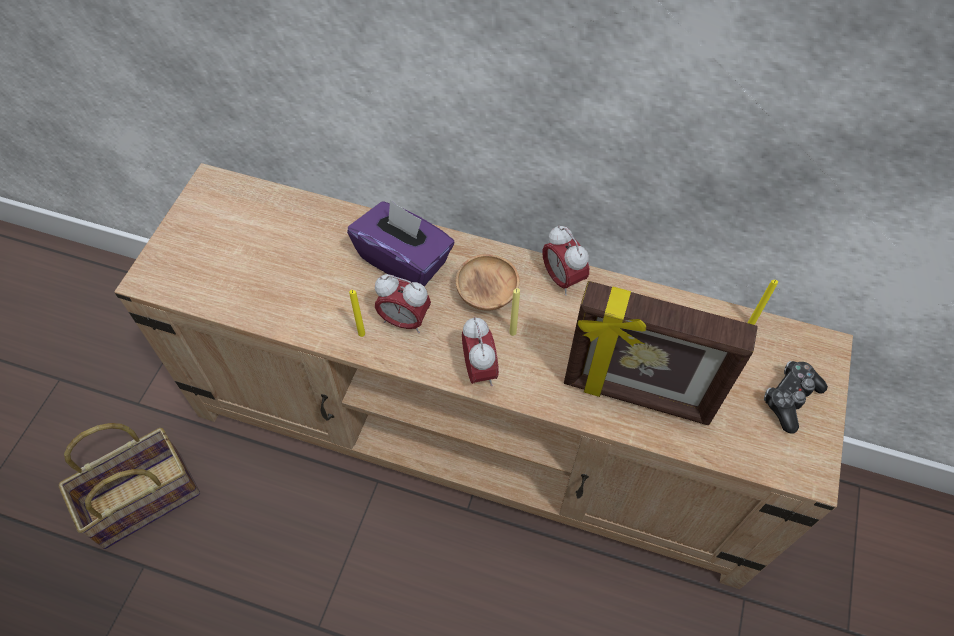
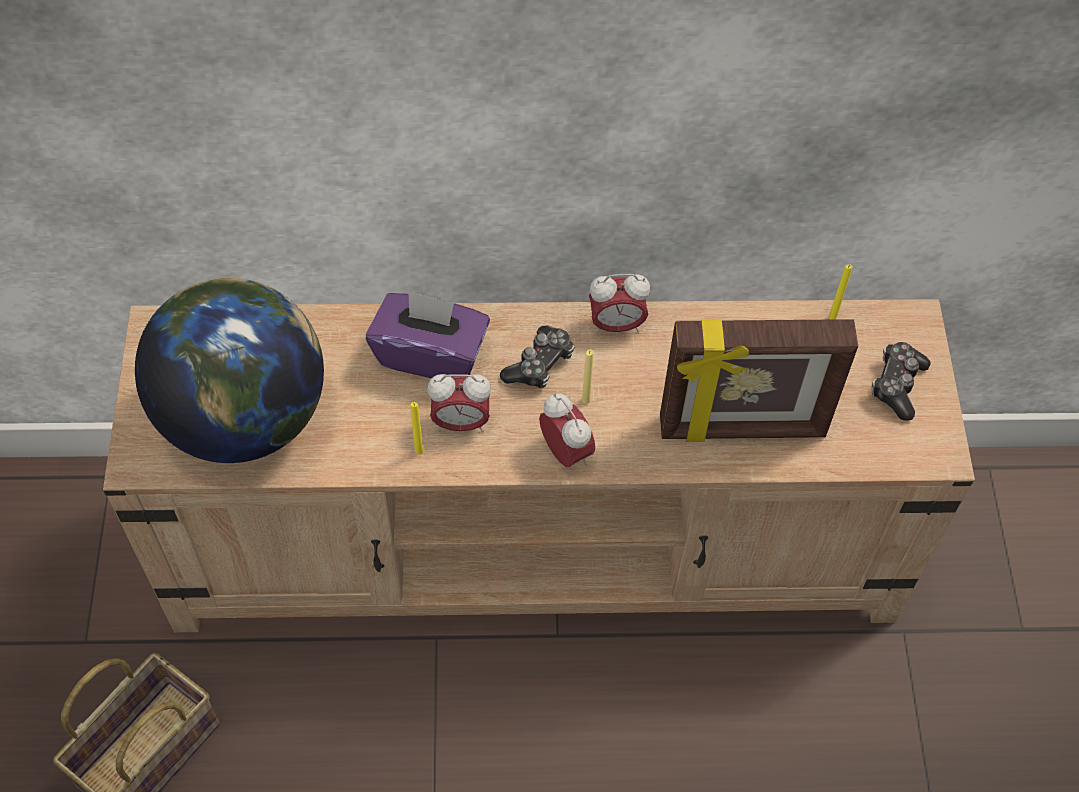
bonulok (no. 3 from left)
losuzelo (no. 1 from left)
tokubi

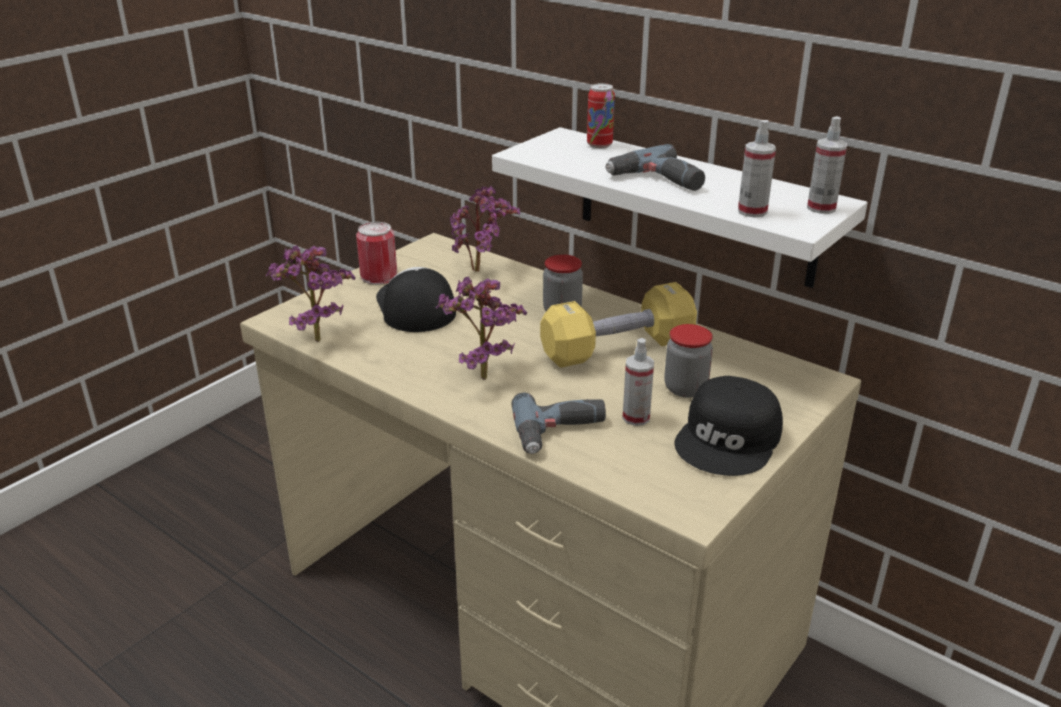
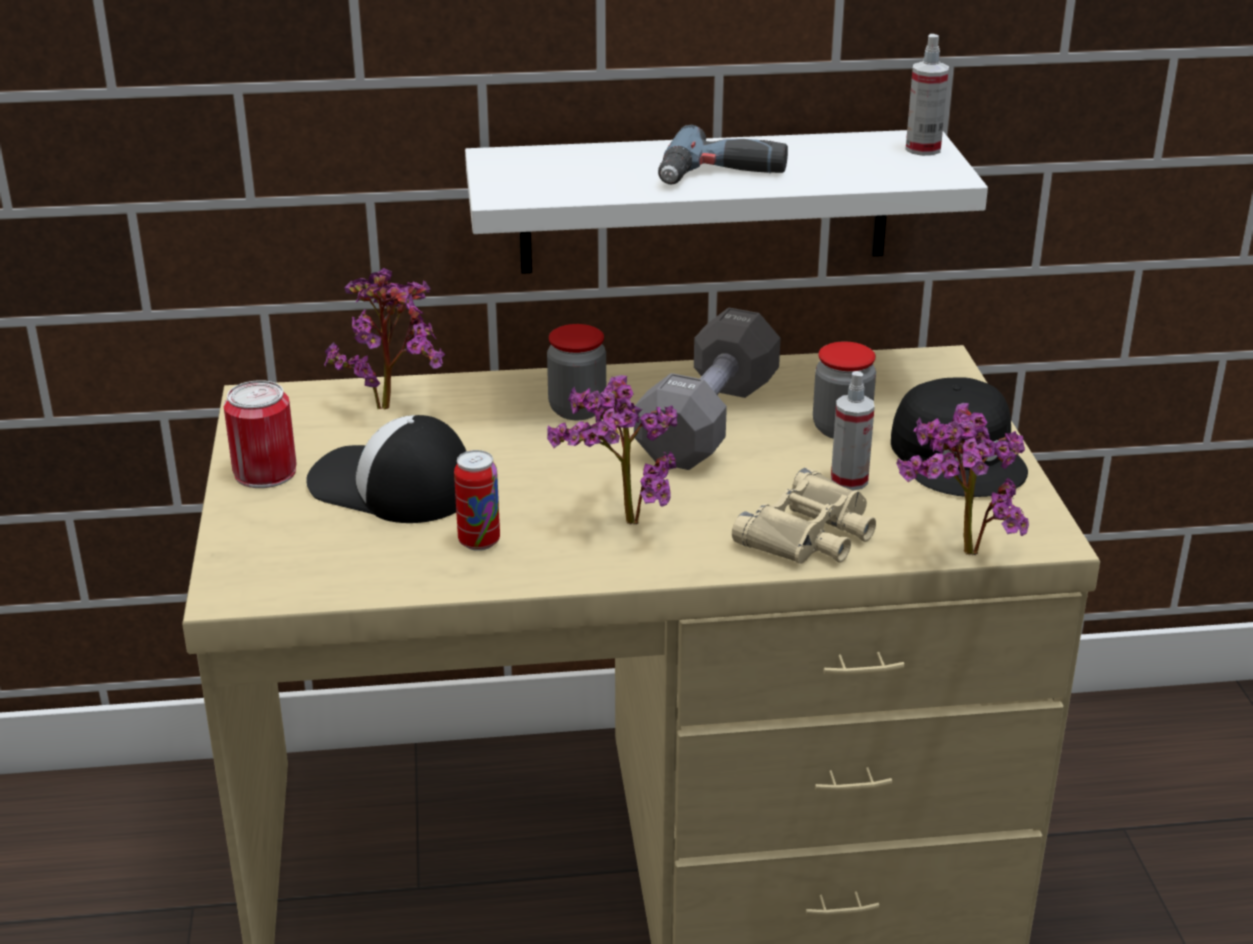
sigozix (no. 2 from left)
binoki (no. 2 from left in the first image)
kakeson (no. 3 from left)
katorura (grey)
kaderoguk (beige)

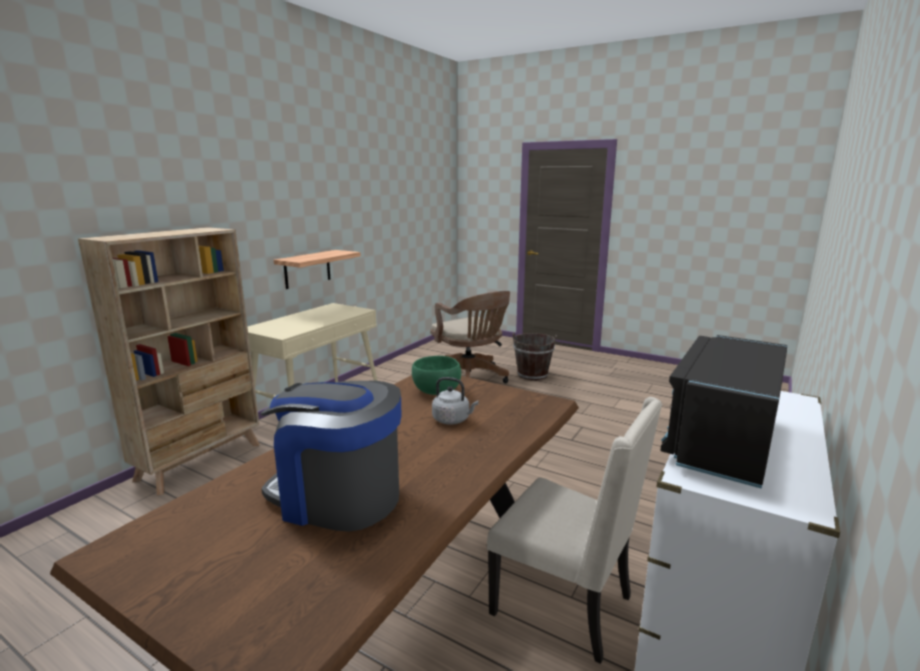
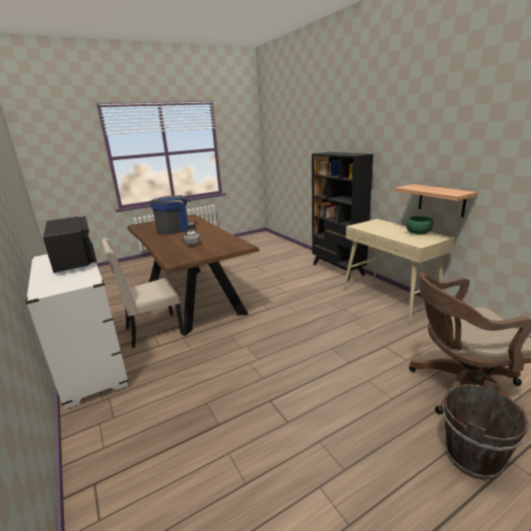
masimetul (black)
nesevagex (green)

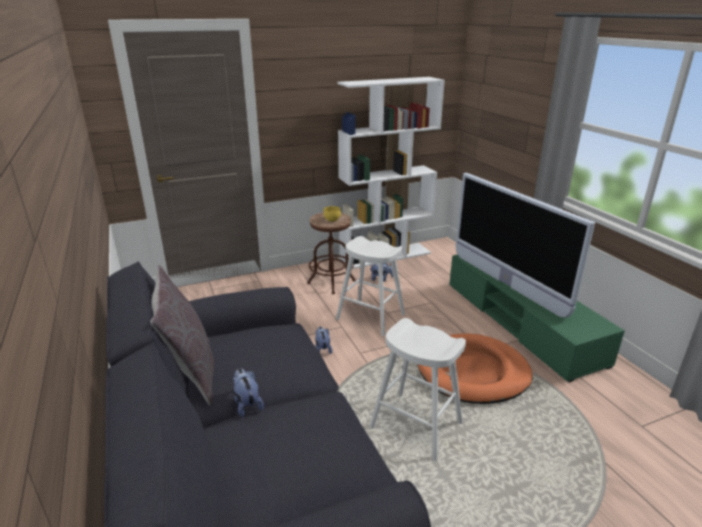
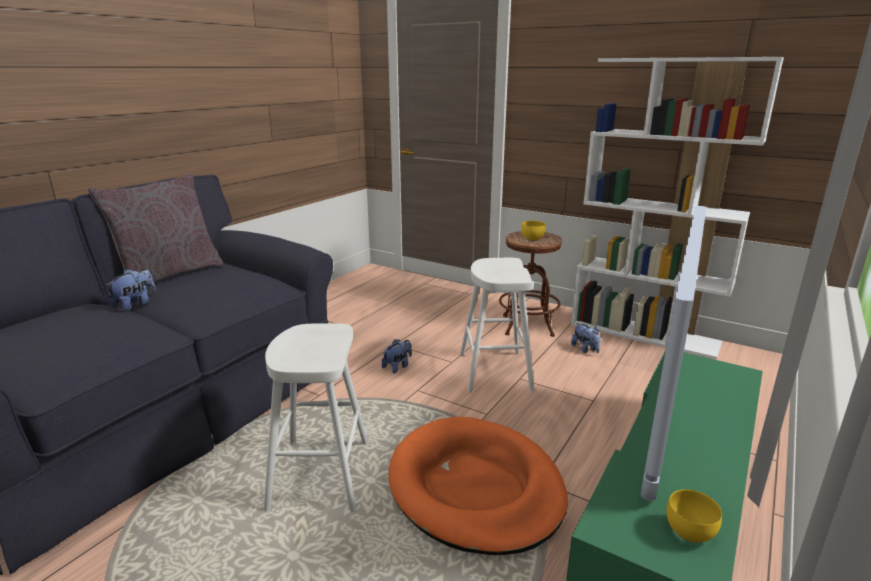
nesevagex (yellow) (no. 2 from left)

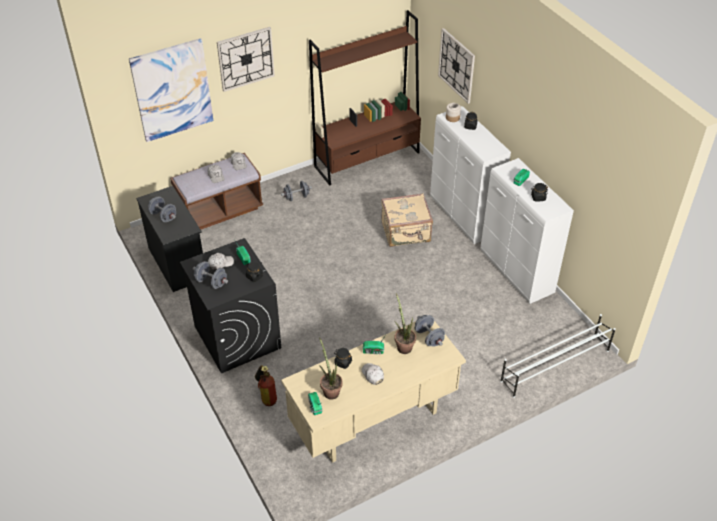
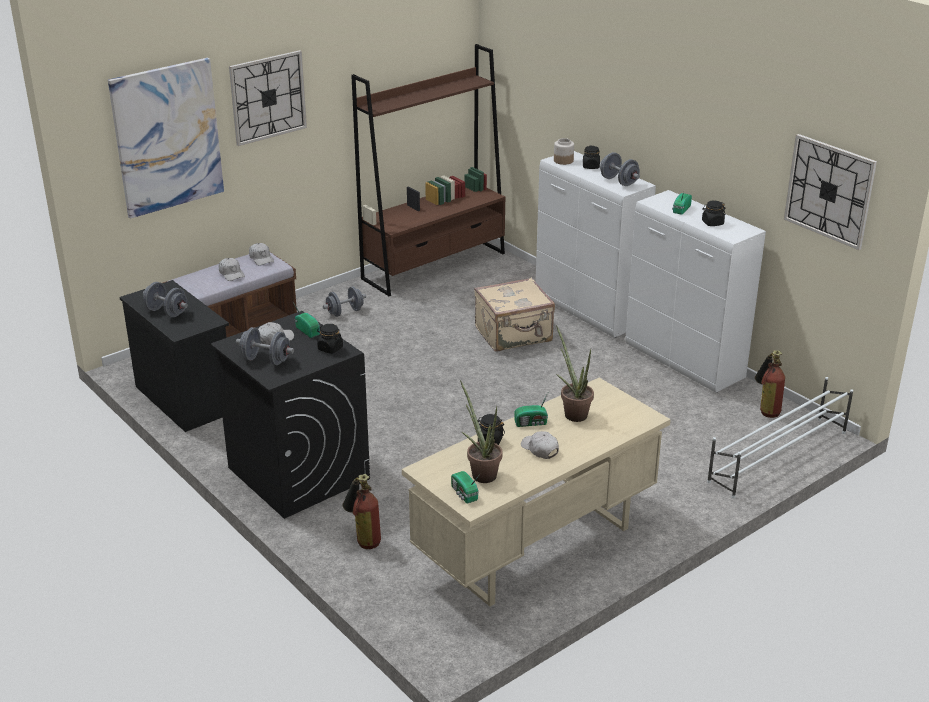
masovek (no. 2 from left)
katorura (grey) (no. 4 from left)
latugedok (no. 2 from left)

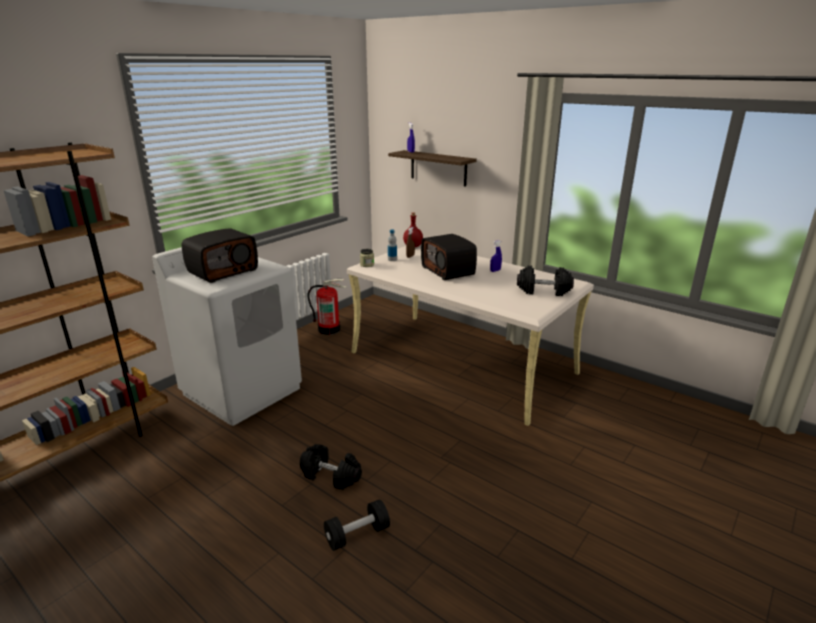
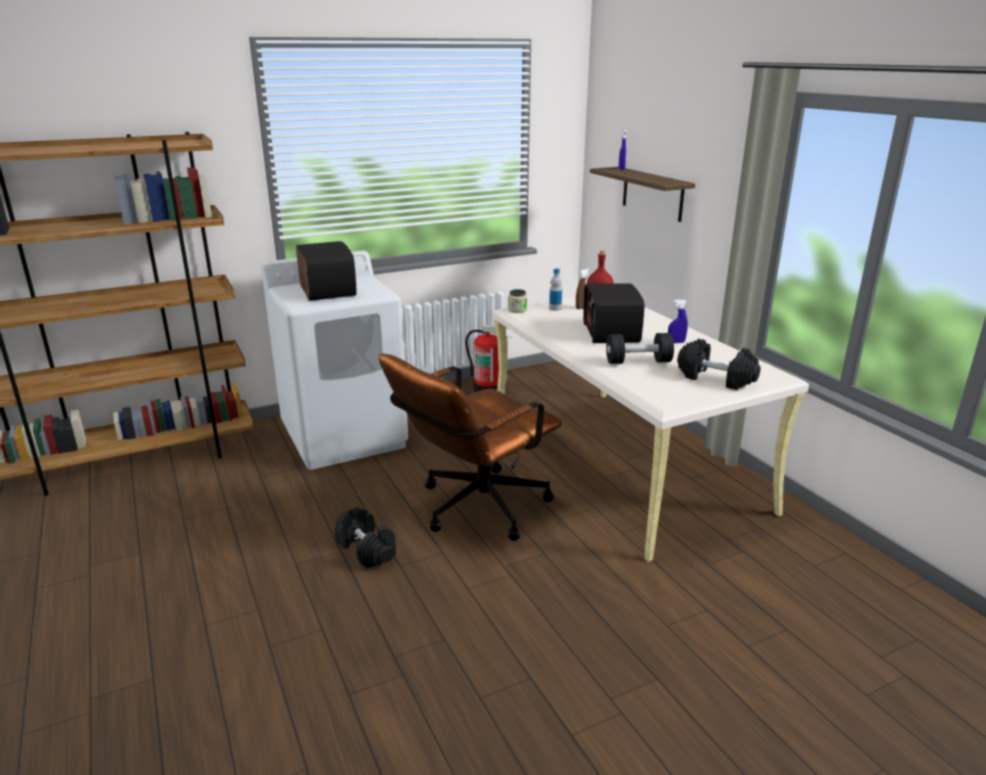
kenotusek (no. 1 from left)
katorura (black) (no. 2 from left)
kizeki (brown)

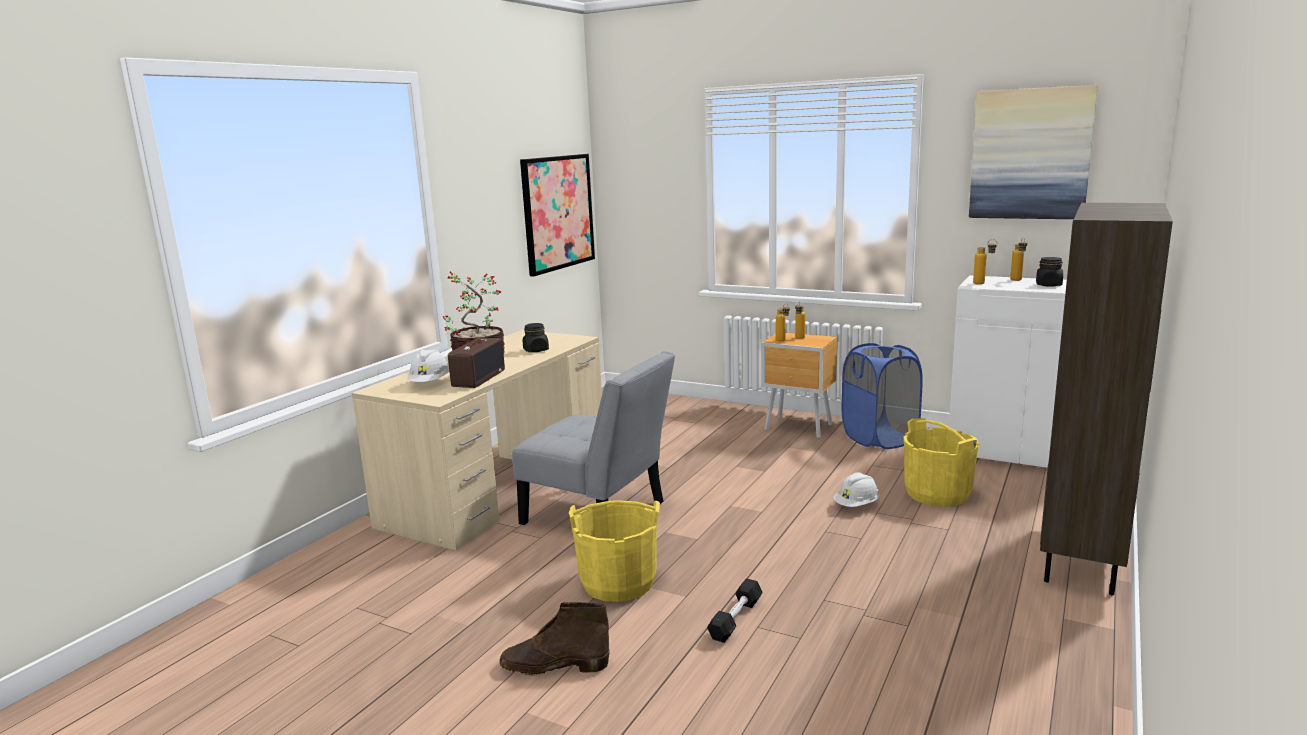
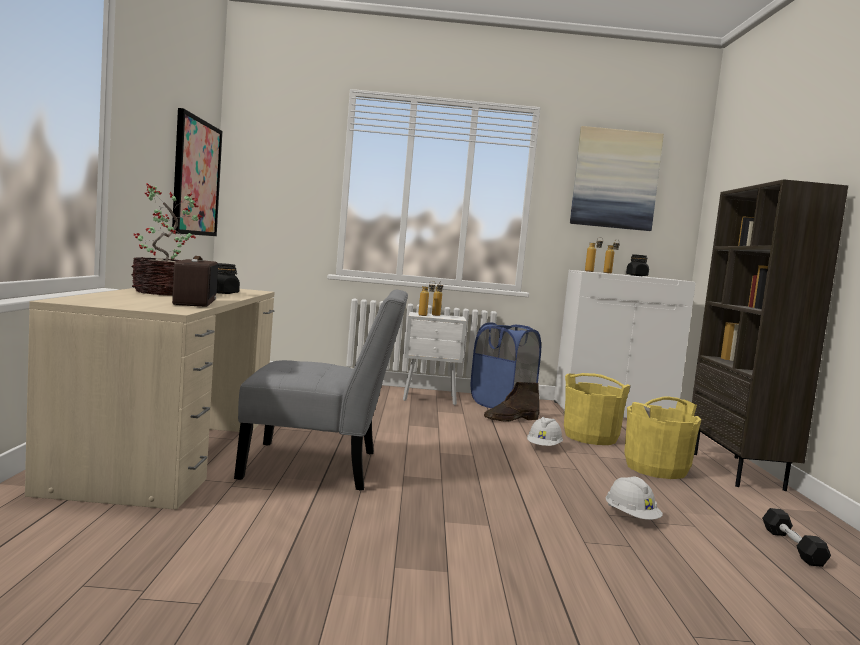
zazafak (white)
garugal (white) (no. 2 from left)
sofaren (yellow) (no. 2 from left)
katorura (black)
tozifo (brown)

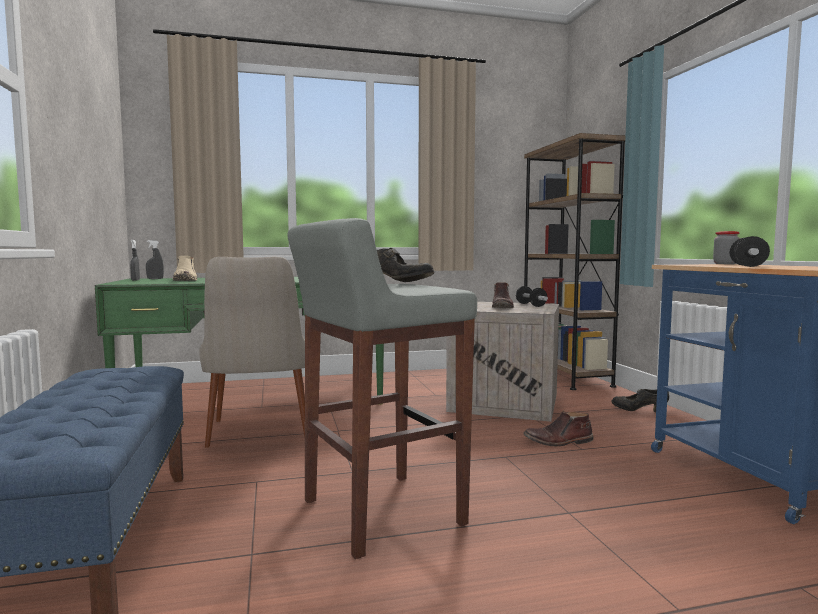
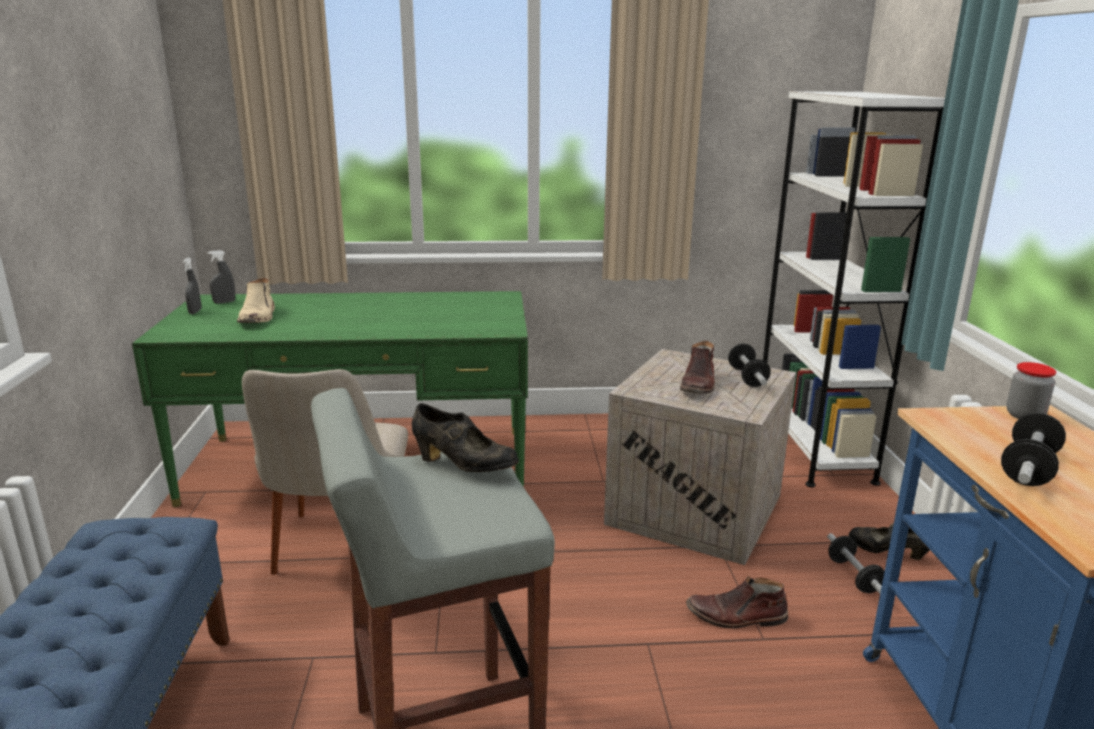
masimetul (white)
katorura (no. 2 from left)

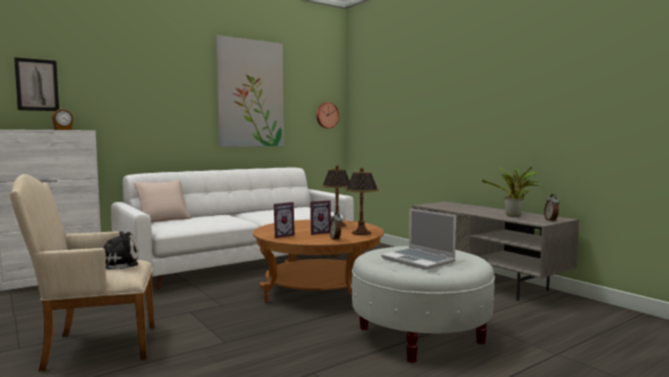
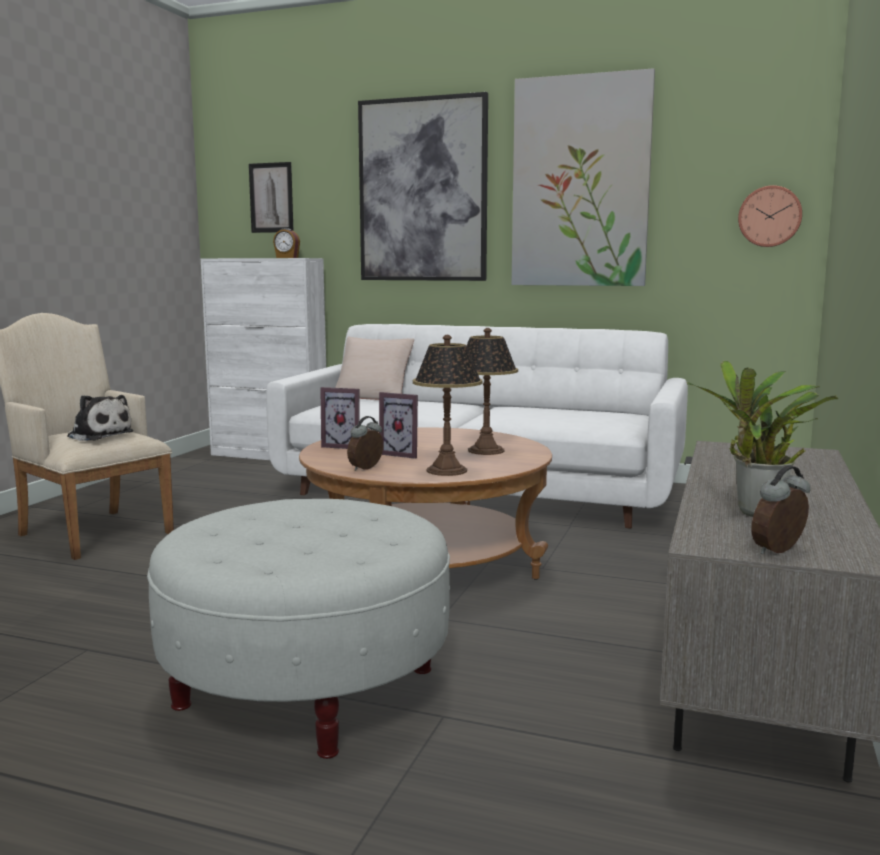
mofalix
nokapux (no. 2 from left)

